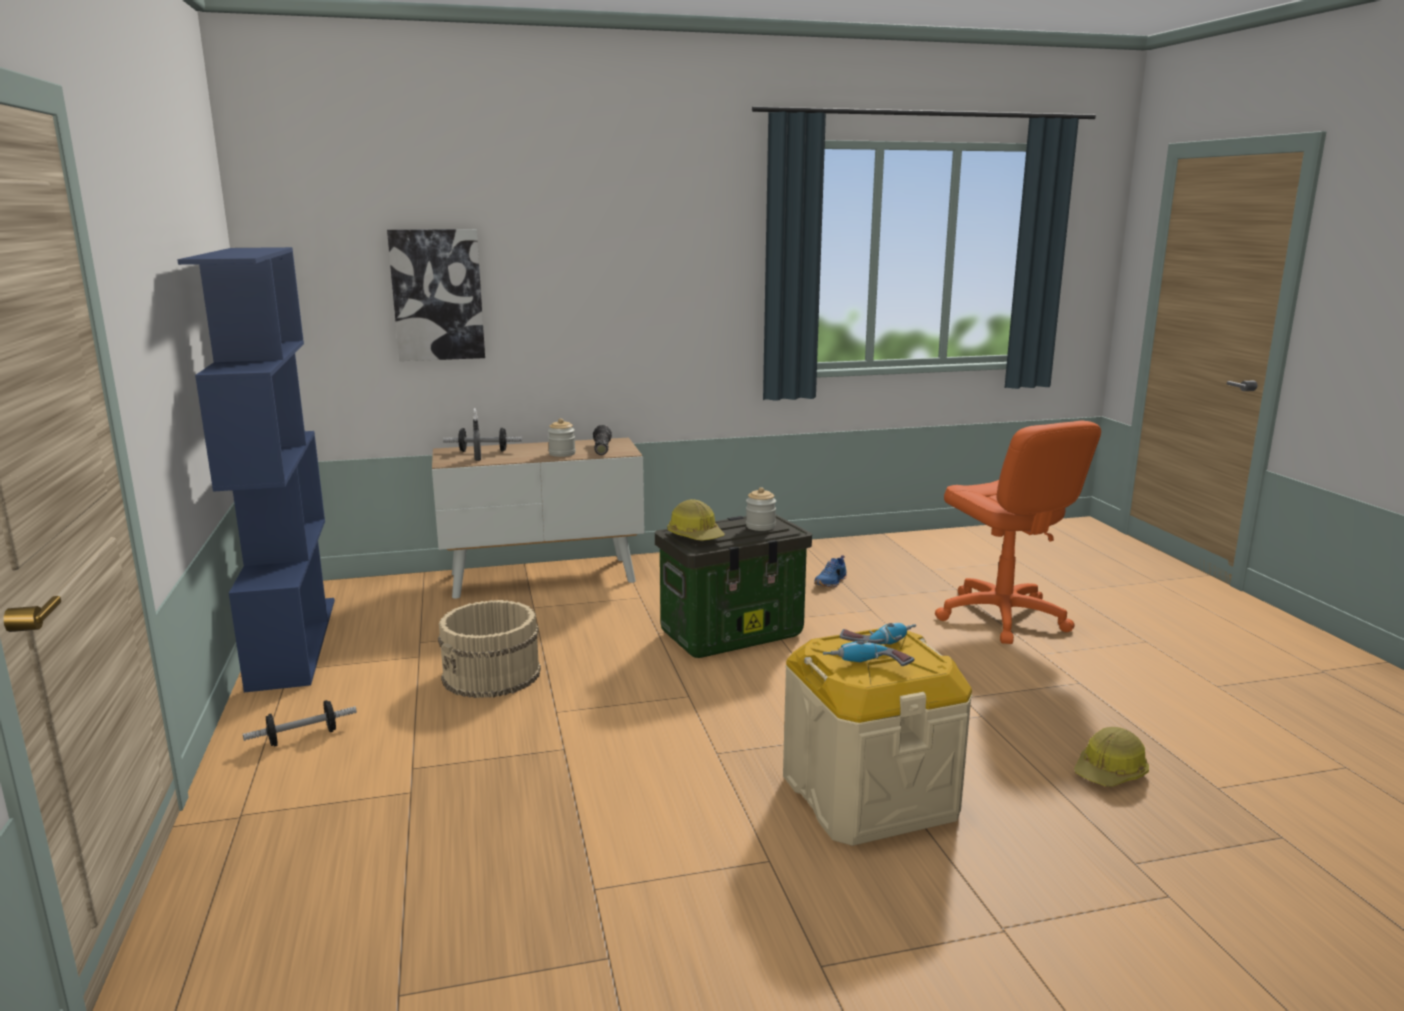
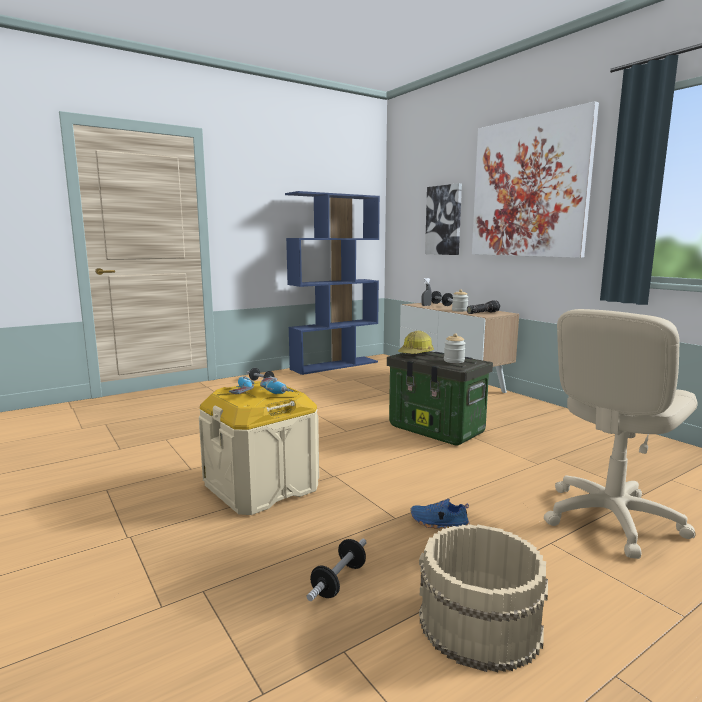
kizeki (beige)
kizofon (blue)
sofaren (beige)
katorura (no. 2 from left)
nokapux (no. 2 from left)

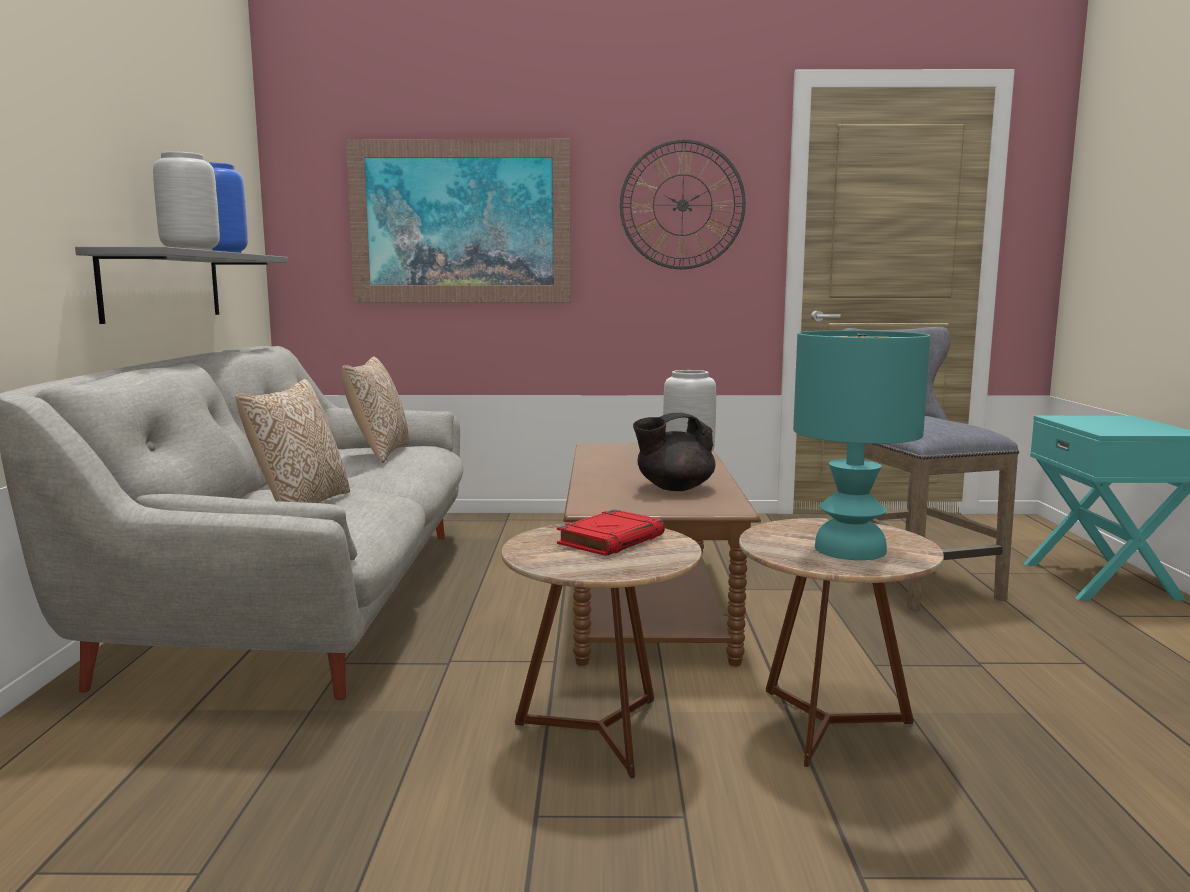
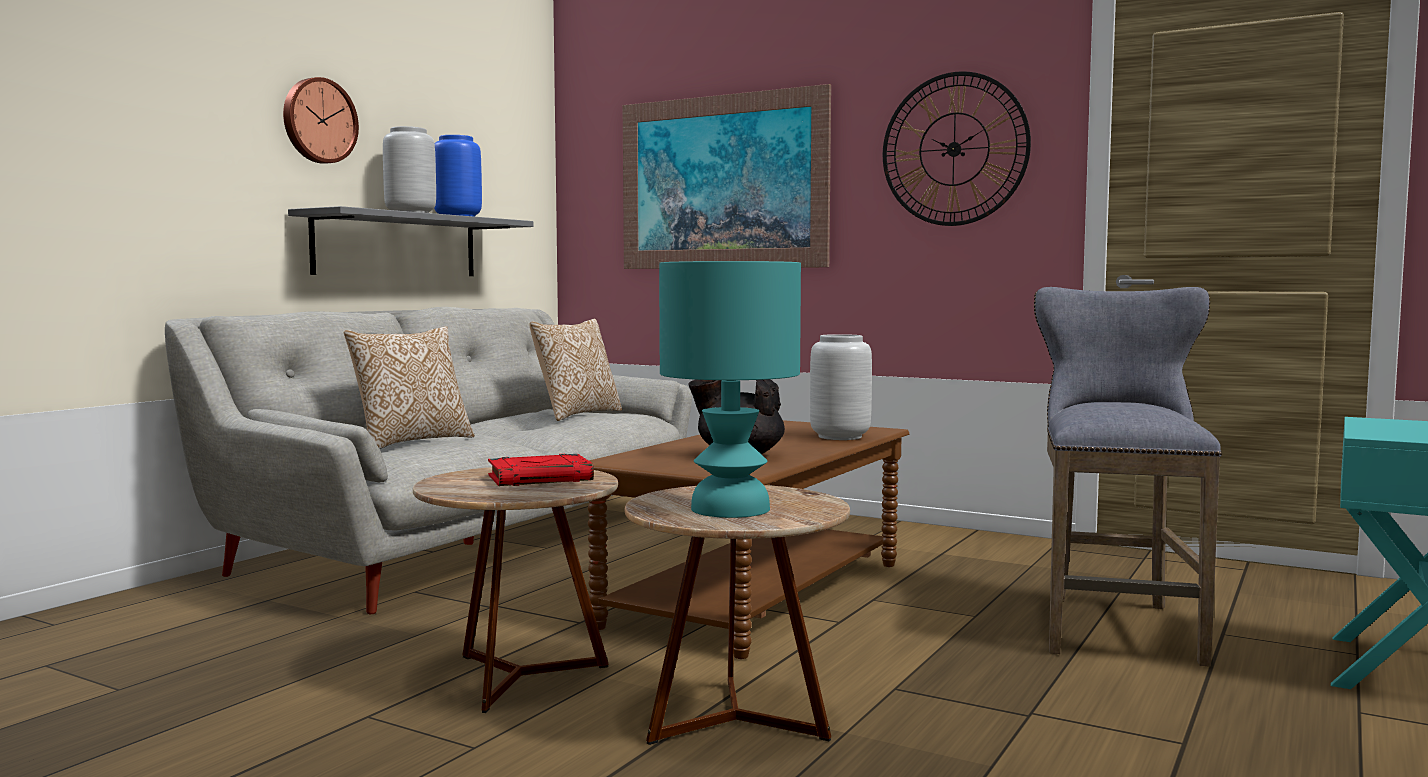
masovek (no. 1 from left)

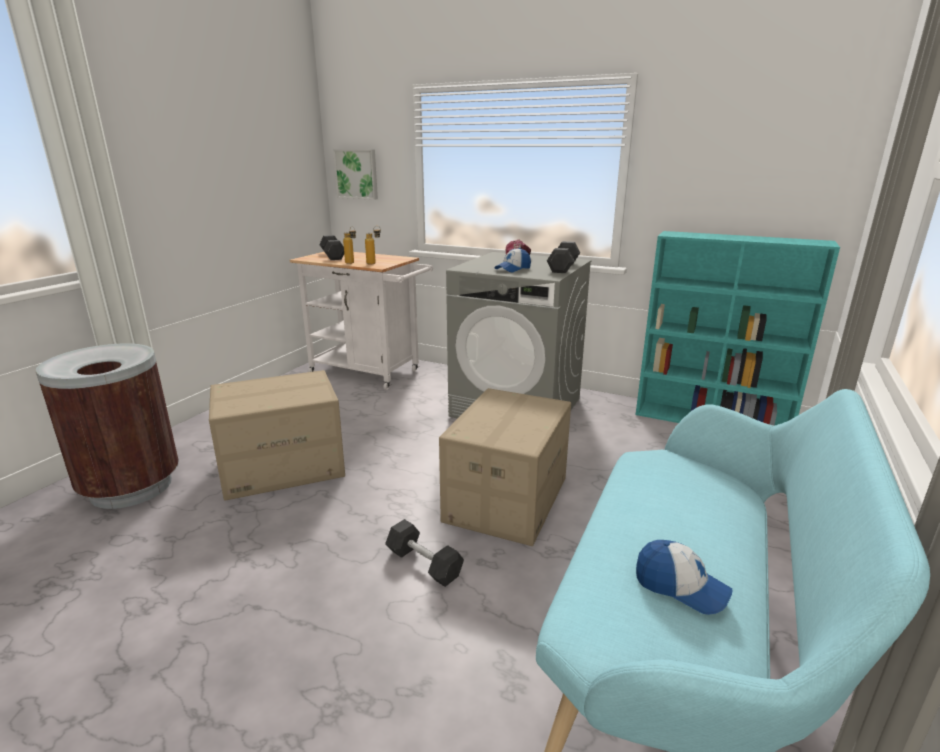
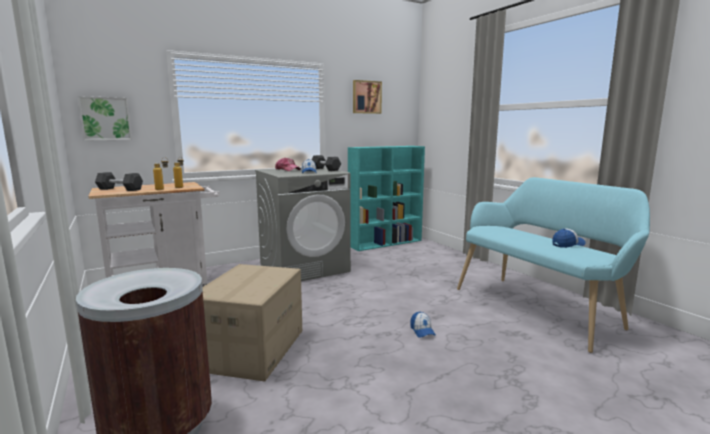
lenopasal (no. 2 from left in the first image)
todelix (no. 3 from left)
nokapux (no. 2 from left)

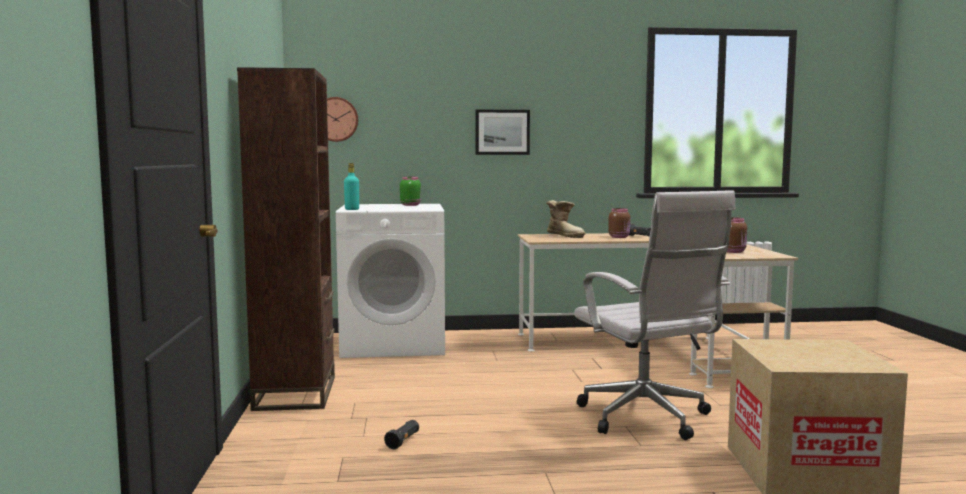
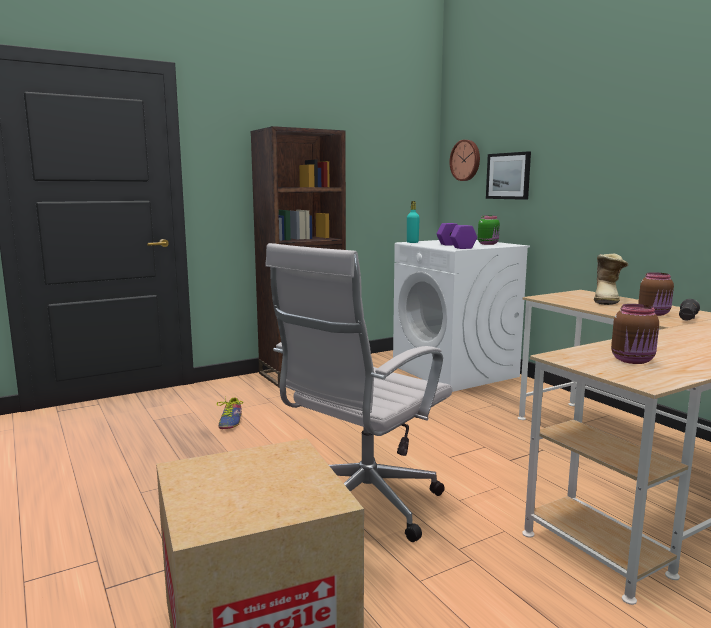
nokapux
kizofon
katorura (purple)

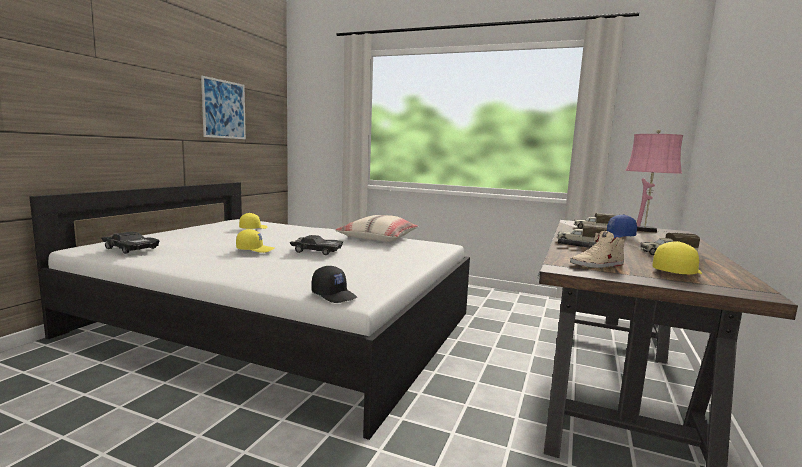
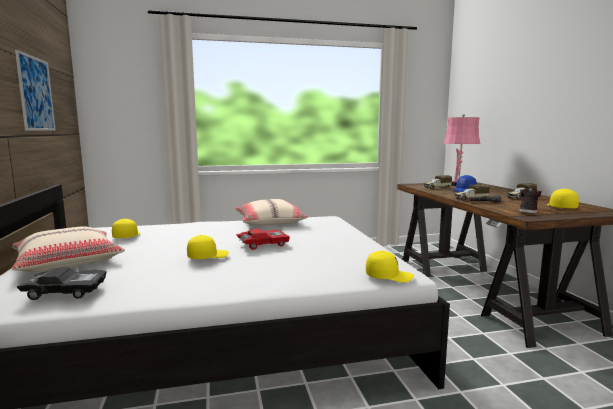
kizofon (black)
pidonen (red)
todelix (yellow) (no. 3 from left)
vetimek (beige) (no. 1 from left)

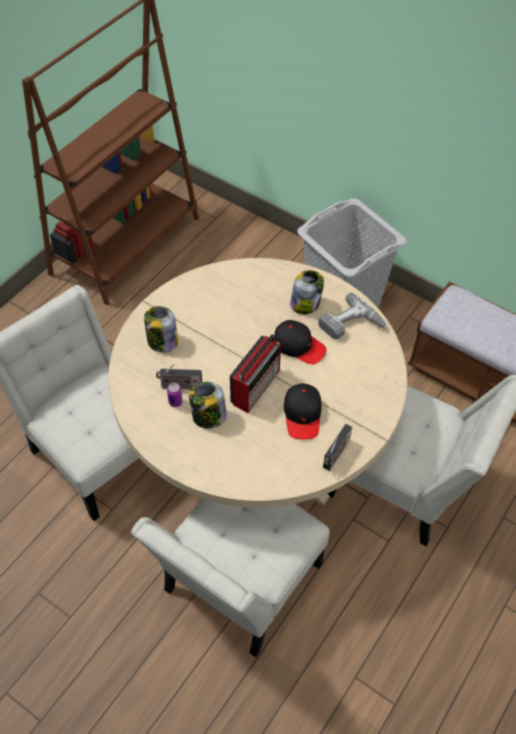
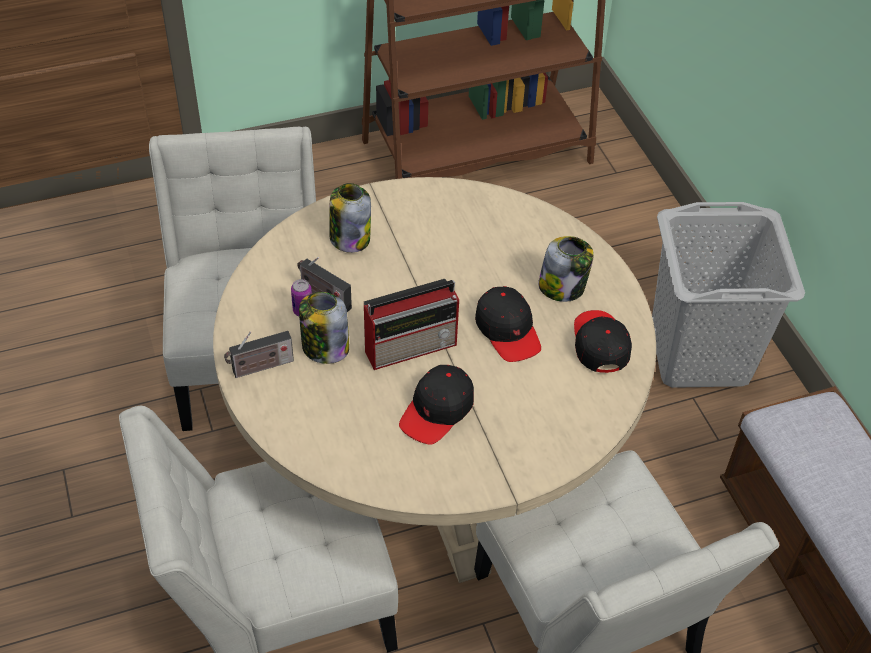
todelix (black) (no. 3 from left)
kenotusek (no. 1 from left)

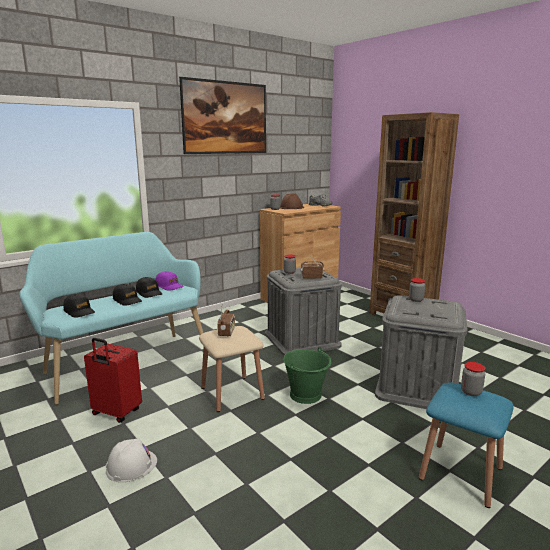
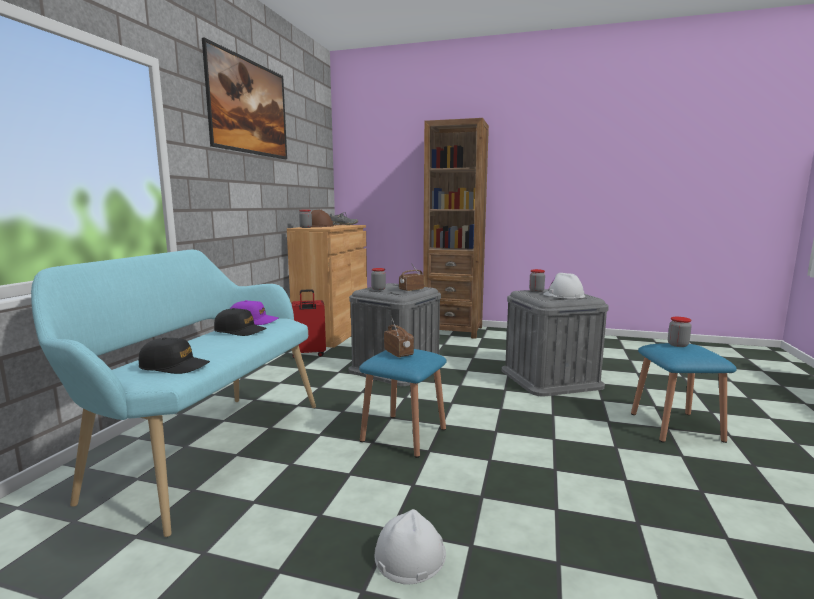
todelix (black) (no. 2 from left in the first image)
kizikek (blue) (no. 1 from left)
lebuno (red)
sofaren (green)
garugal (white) (no. 2 from left)

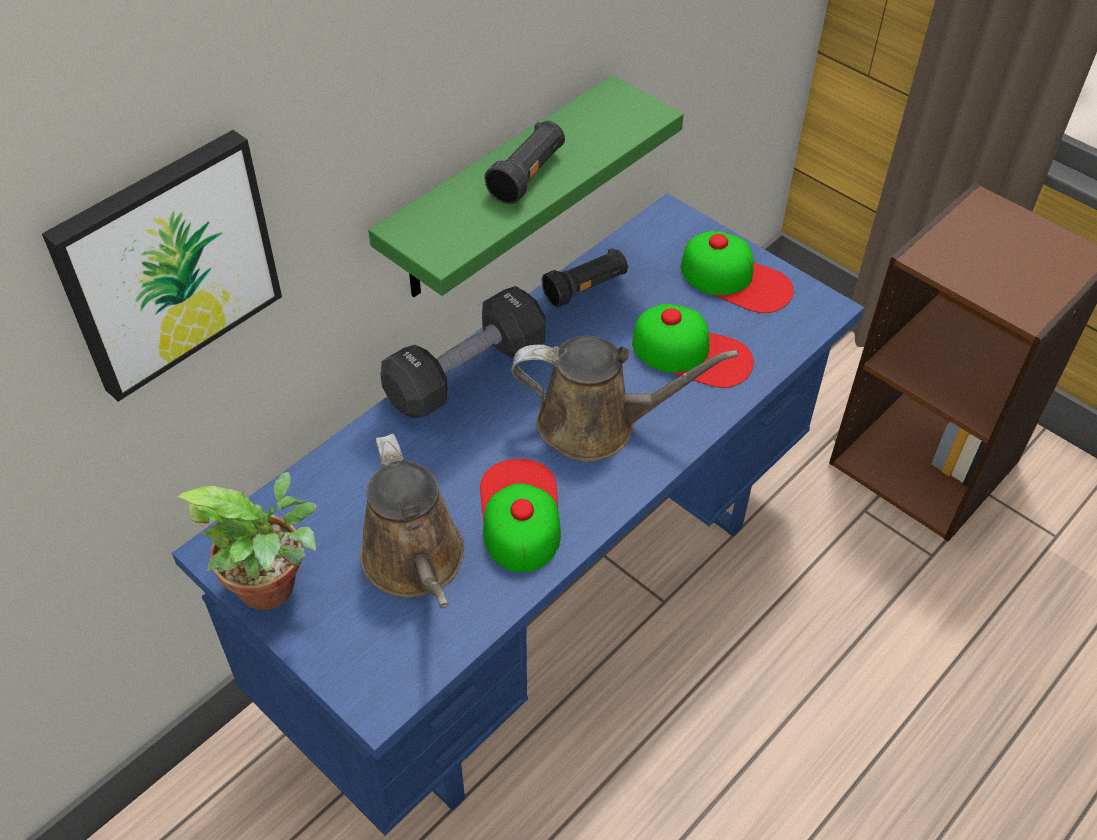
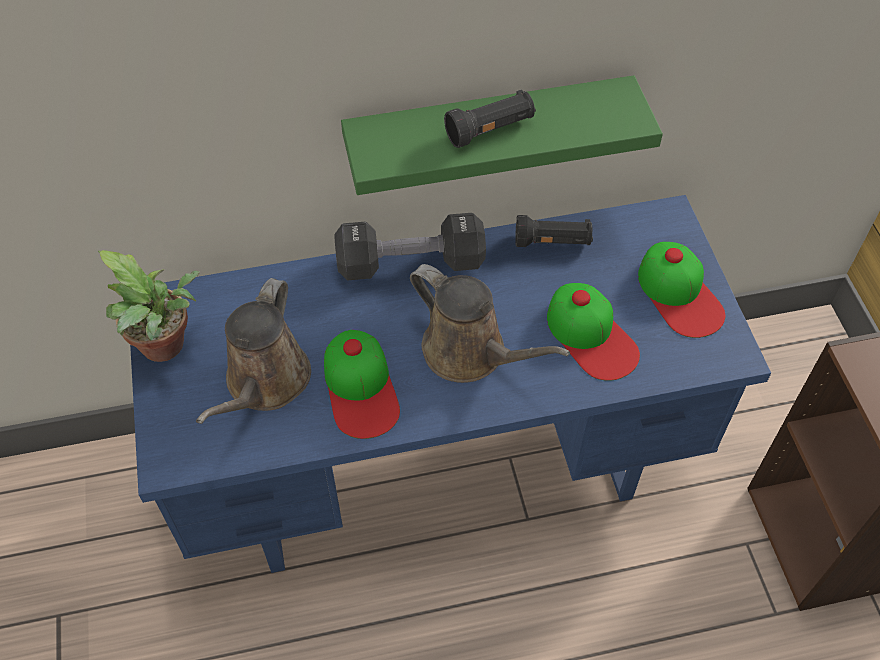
nokapux
todelix (no. 1 from left)

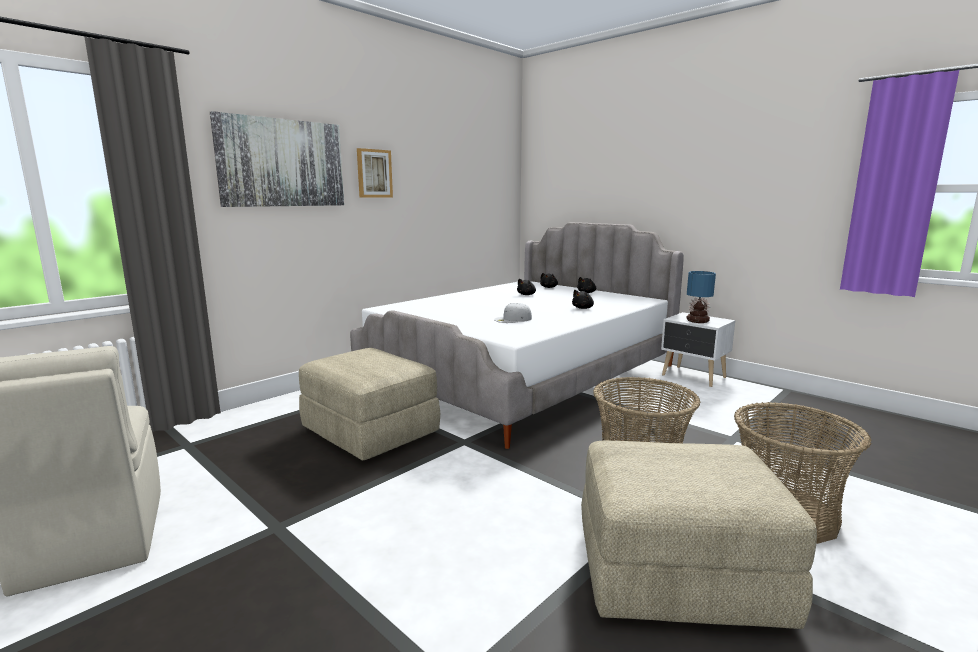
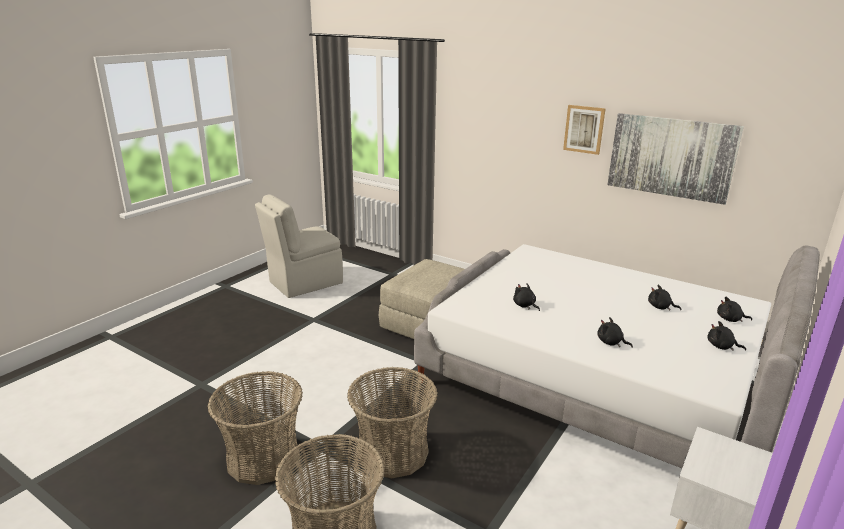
nokapux (no. 2 from left)
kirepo
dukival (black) (no. 1 from left)
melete (no. 1 from left)

